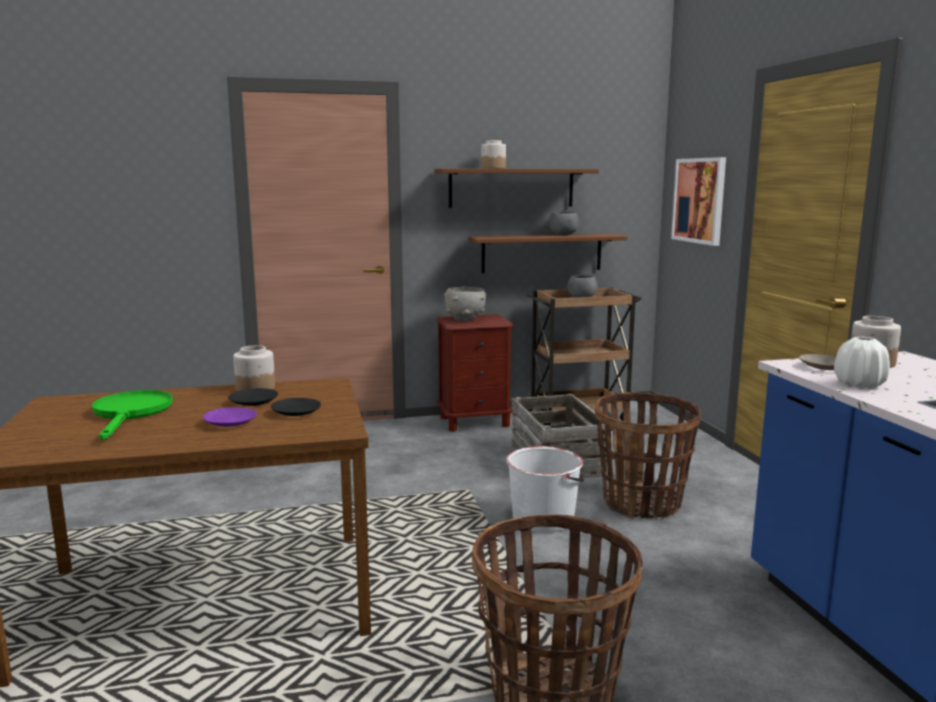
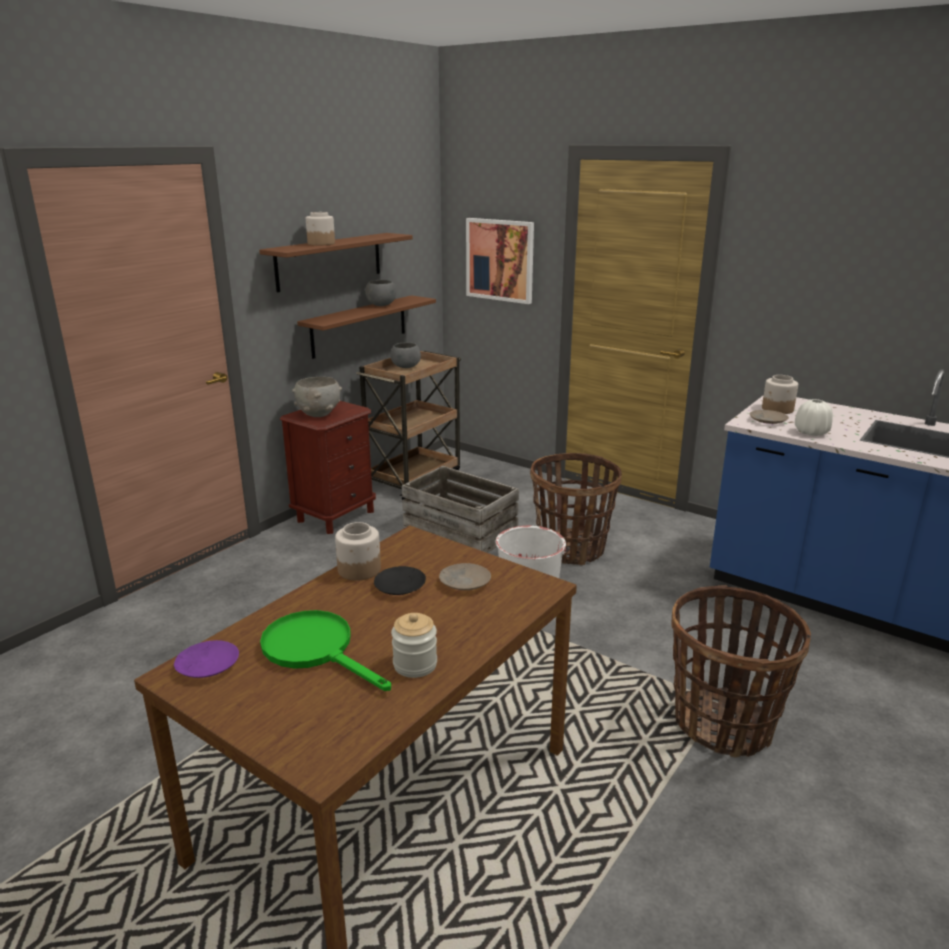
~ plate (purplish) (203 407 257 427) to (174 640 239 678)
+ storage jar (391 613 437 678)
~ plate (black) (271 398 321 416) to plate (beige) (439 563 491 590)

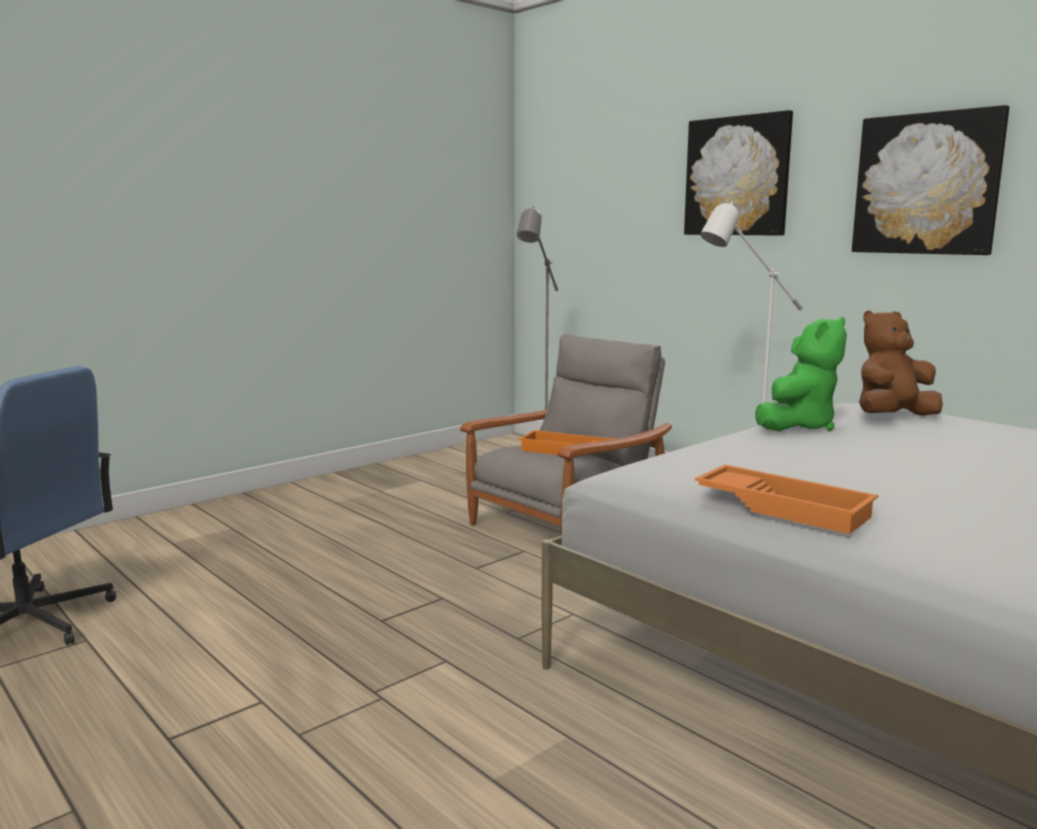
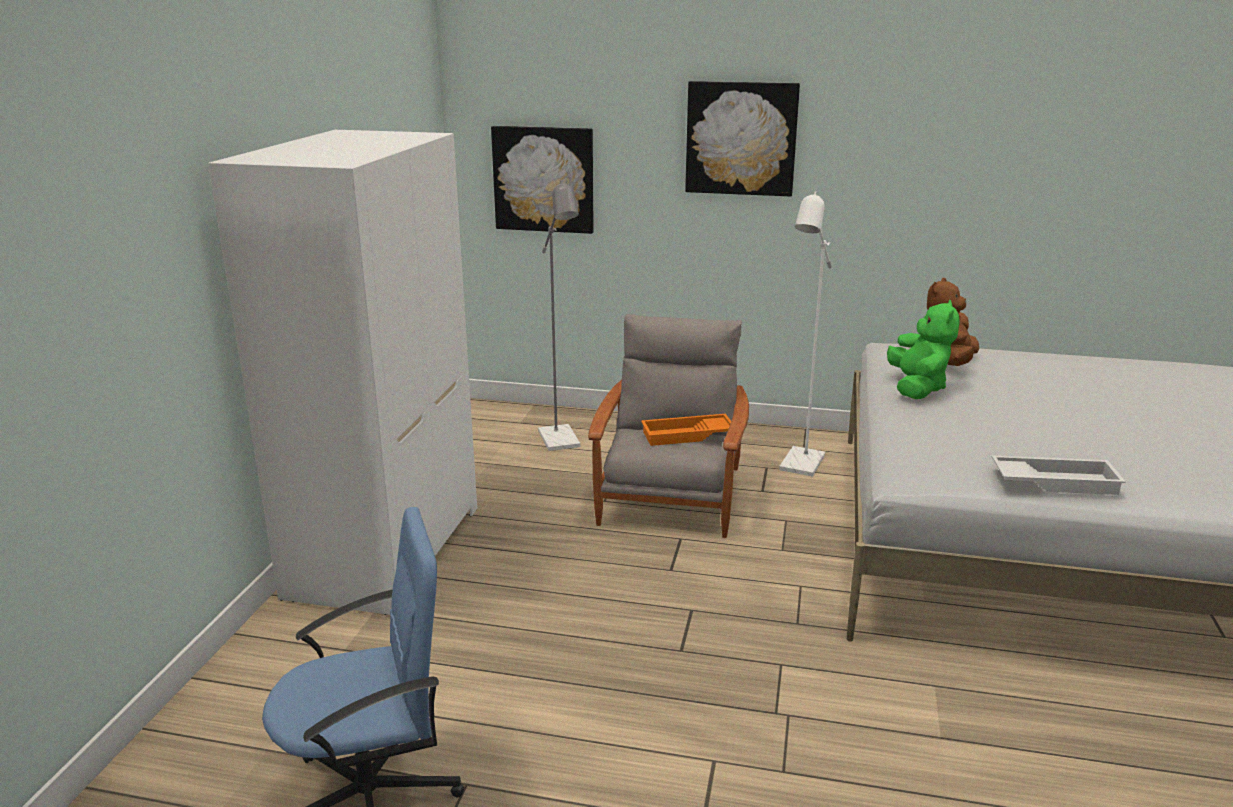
+ clothes cupboard (white-coloured) (208 130 477 615)
~ picture (852 105 1009 255) to (491 126 594 234)
~ serving tray (orange-coloured) (694 465 878 534) to serving tray (white-coloured) (992 456 1126 495)

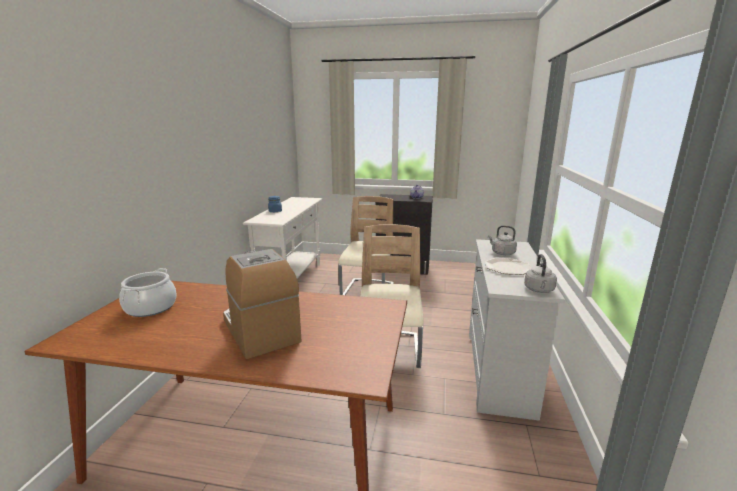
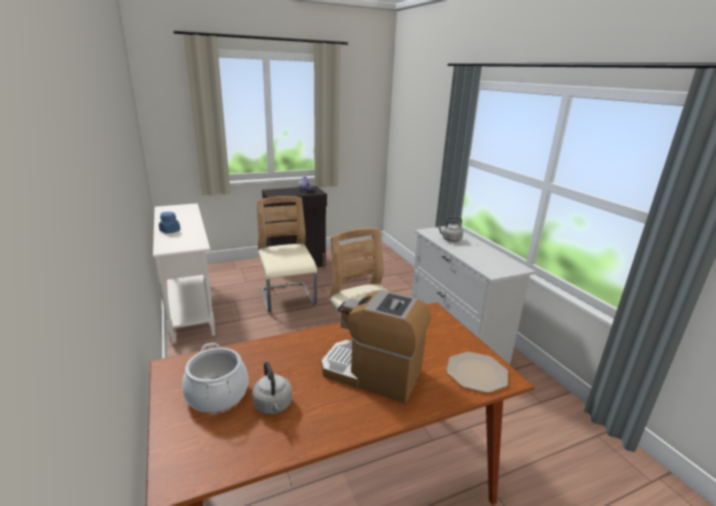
~ tea kettle (greyish) (524 254 557 293) to (252 361 292 414)
~ plate (485 258 531 275) to (447 352 508 393)

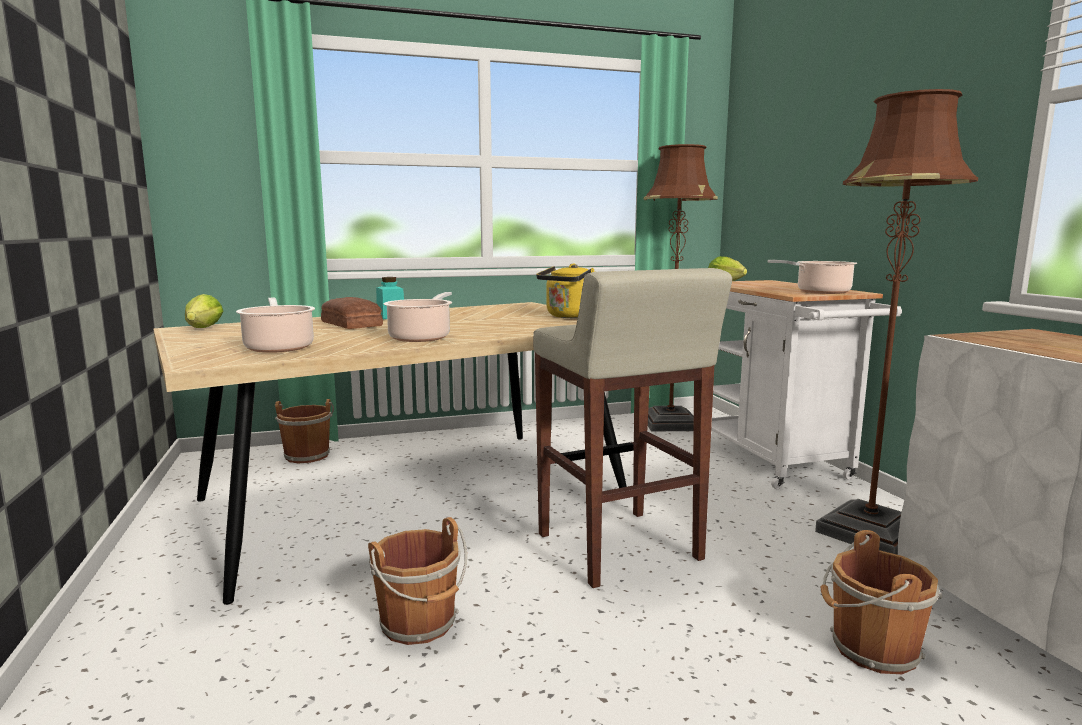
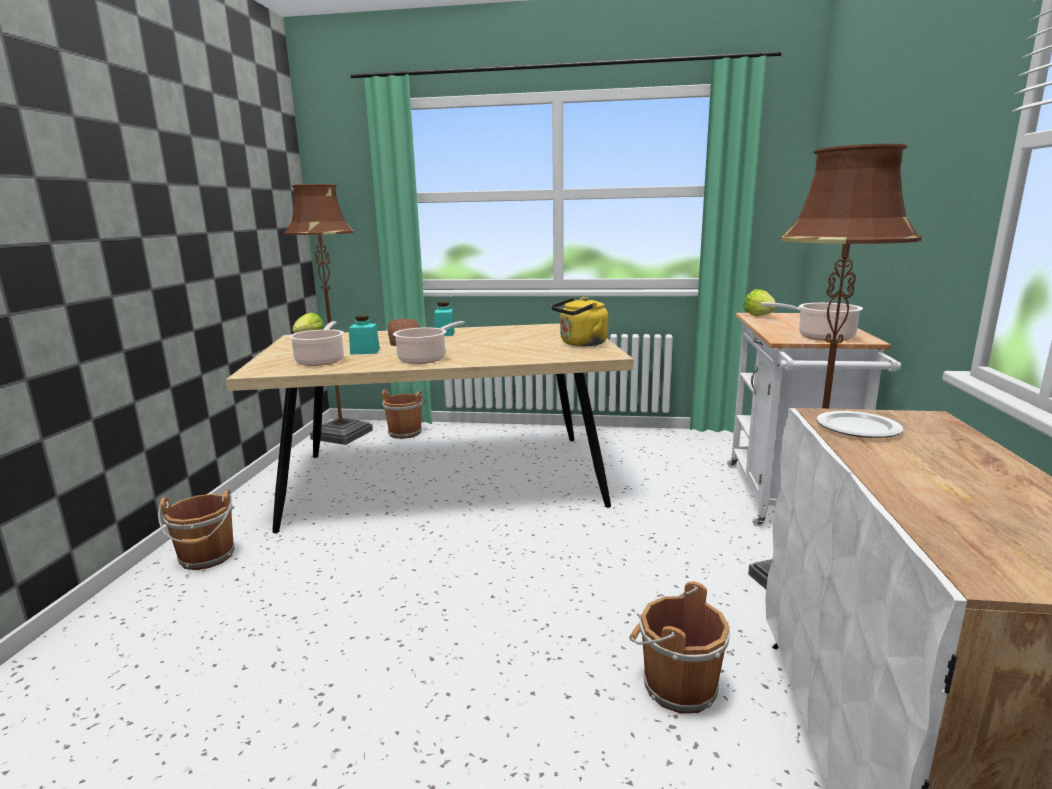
~ pail (brown-coloured) (368 517 467 645) to (158 489 235 570)
~ standing lamp (brown-coloured) (644 144 718 432) to (284 184 373 445)
+ storage jar (turquoise-coloured) (349 315 380 354)
+ plate (816 411 903 438)
- sitting stool (beige) (533 268 732 588)

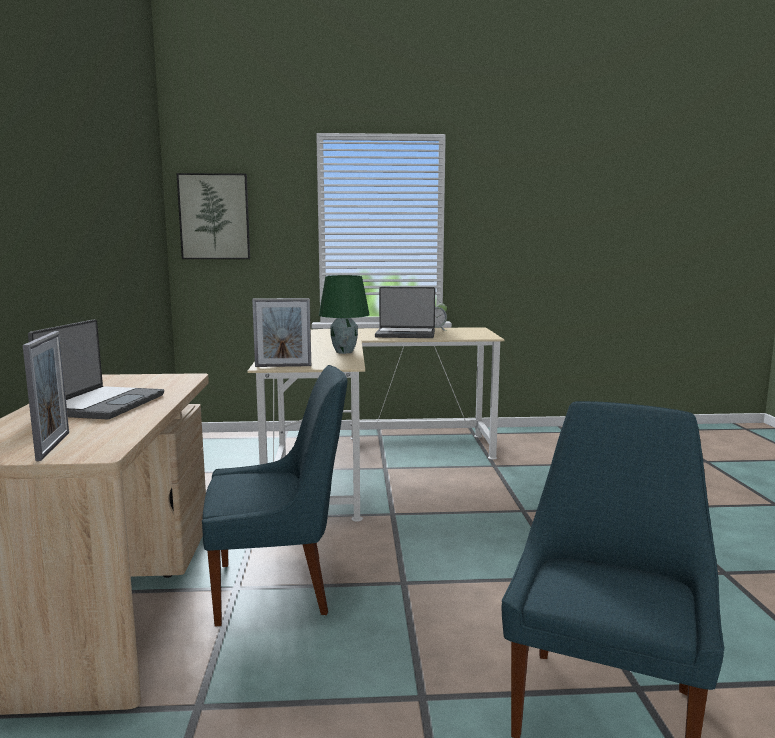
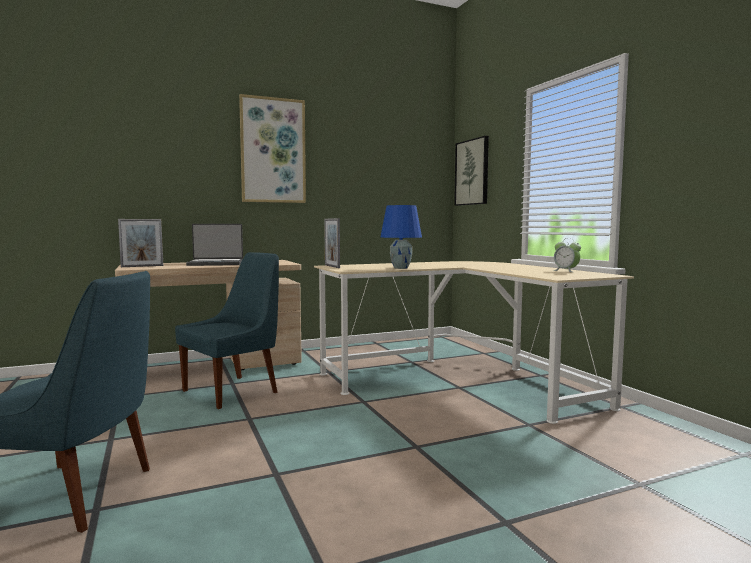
~ upright chair (blue-coloured) (202 365 347 627) = (175 252 279 409) 105 degrees counterclockwise
+ picture (239 94 306 203)
~ lamp for a table (green) (319 275 370 354) to lamp for a table (blue-coloured) (381 205 422 269)
- portable computer (375 287 435 338)

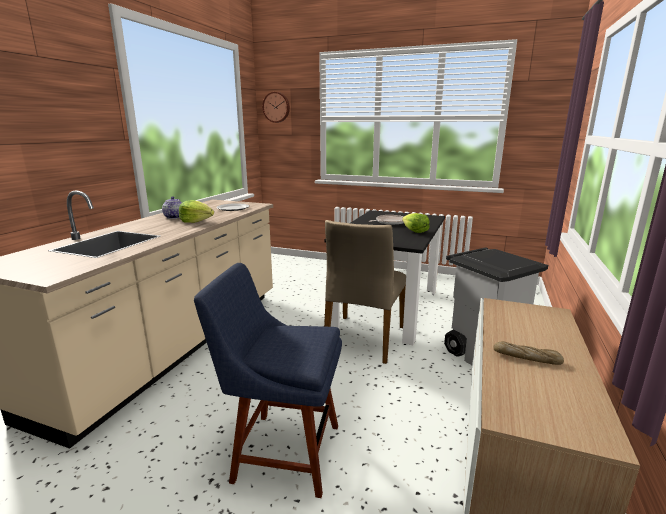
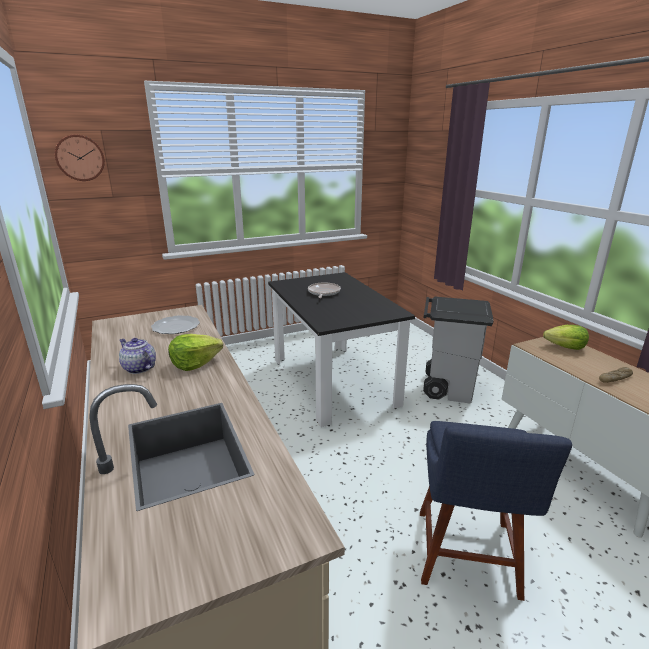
~ upright chair (blue-coloured) (194 263 342 498) = (420 421 572 601) 45 degrees counterclockwise
~ head of lettuce (402 213 430 233) to (543 325 589 350)
- upright chair (beige) (324 220 406 364)

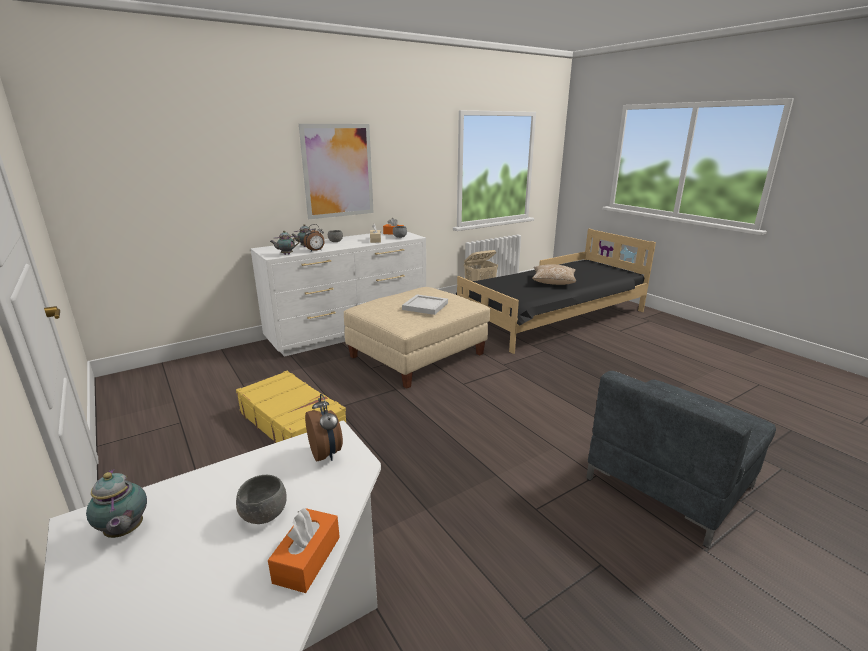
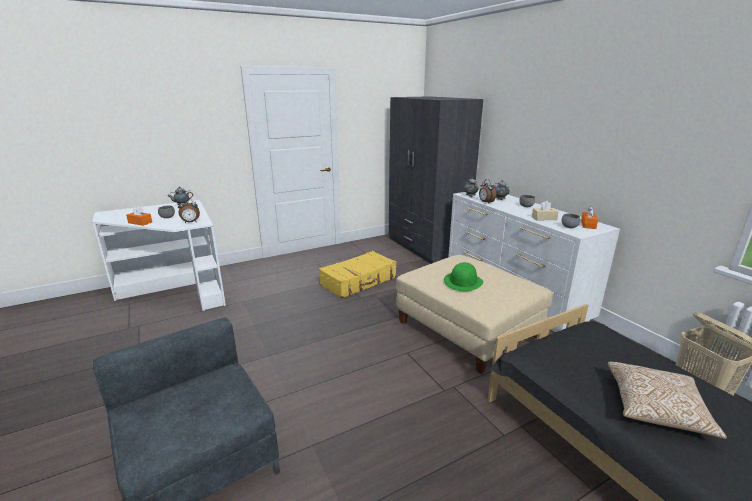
+ clothes cupboard (greyish) (389 96 483 264)
~ serving tray (white-coloured) (402 295 448 315) to wearable hat (green) (444 262 483 291)
- picture (299 124 374 219)

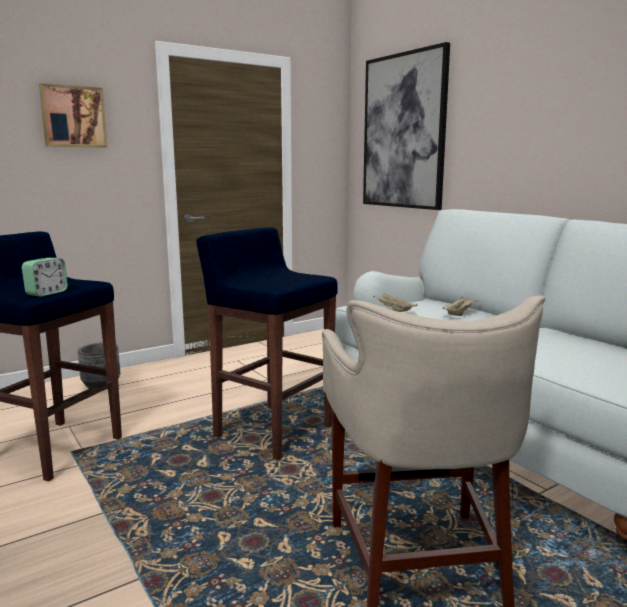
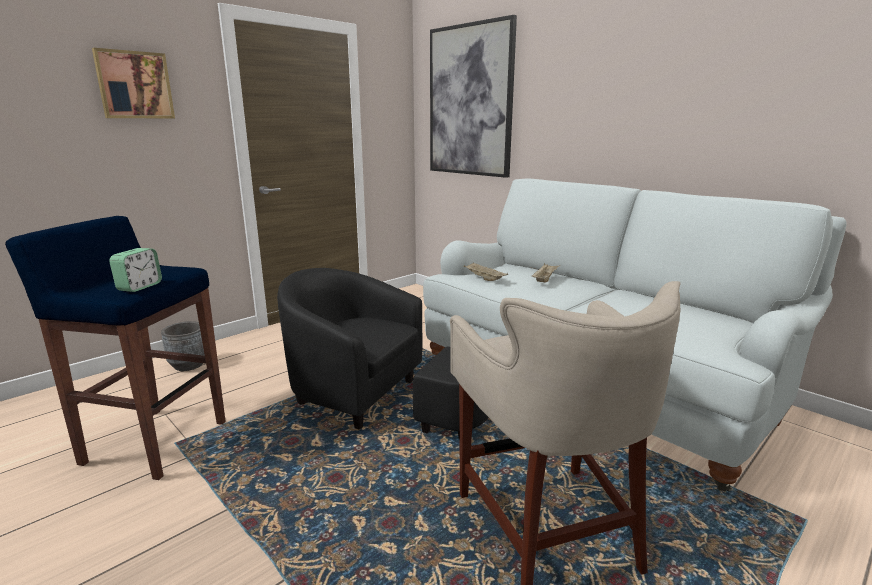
~ sitting stool (blue-coloured) (196 227 338 460) to lounge chair (black) (277 268 489 439)

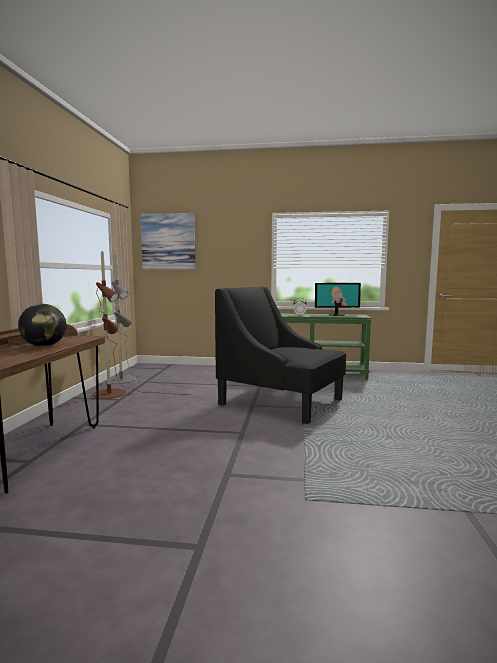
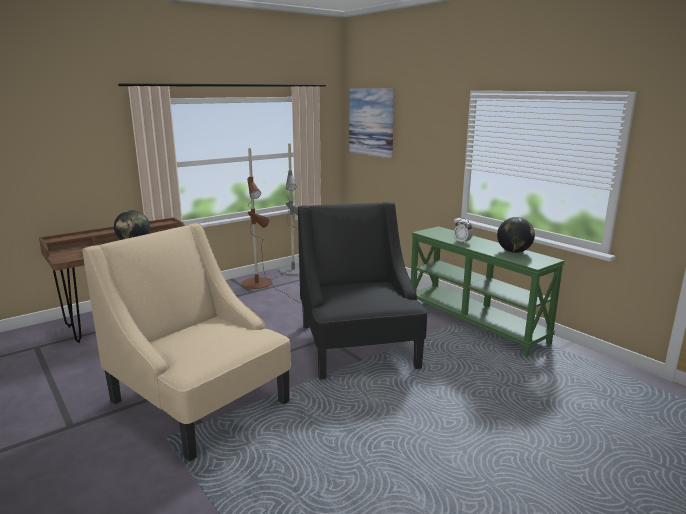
+ lounge chair (beige) (83 223 291 462)
~ computer display (315 283 361 316) to globe (497 217 535 253)

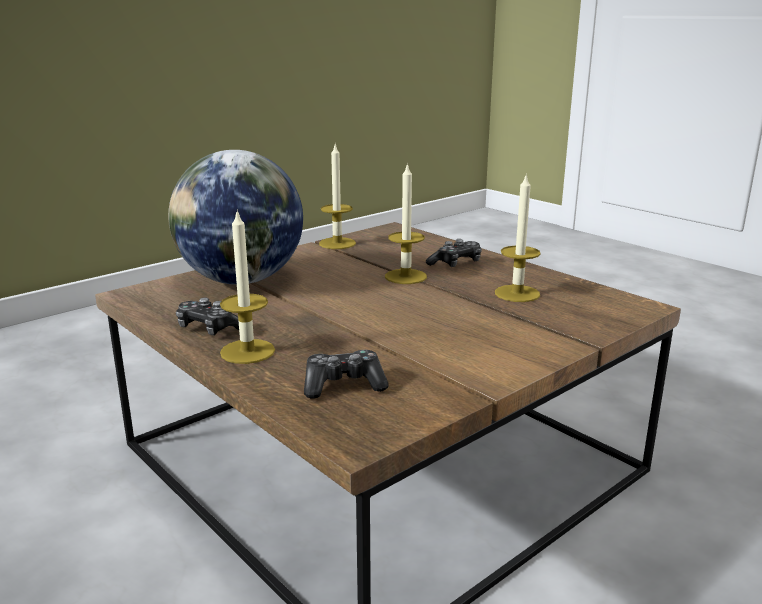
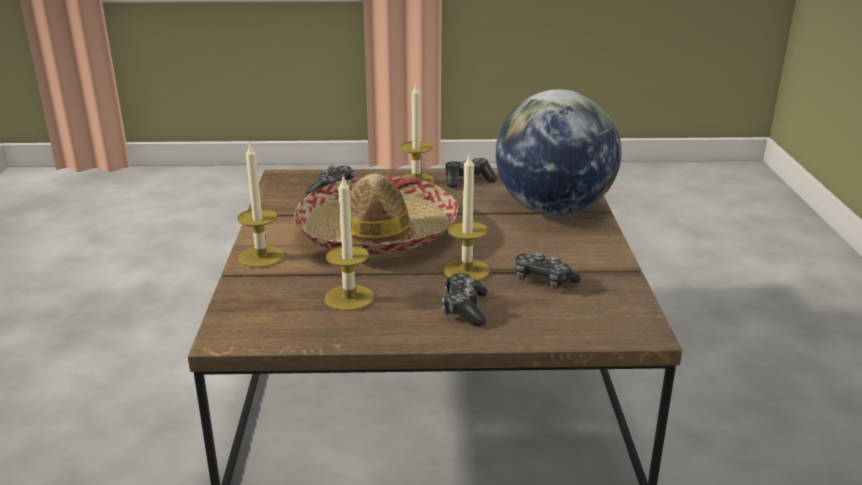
~ candle (319 145 356 249) to (238 142 284 268)
+ wearable hat (294 173 459 255)
+ game controller (515 251 581 289)

